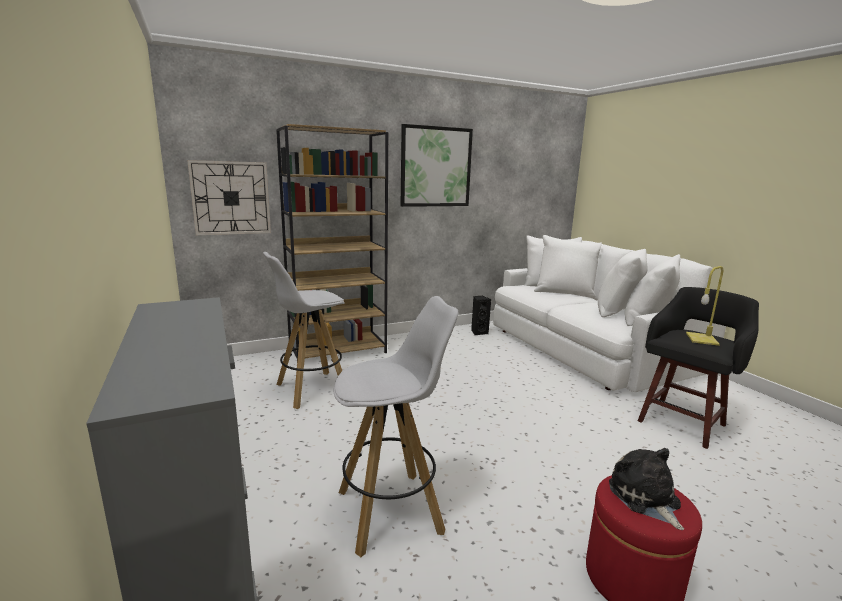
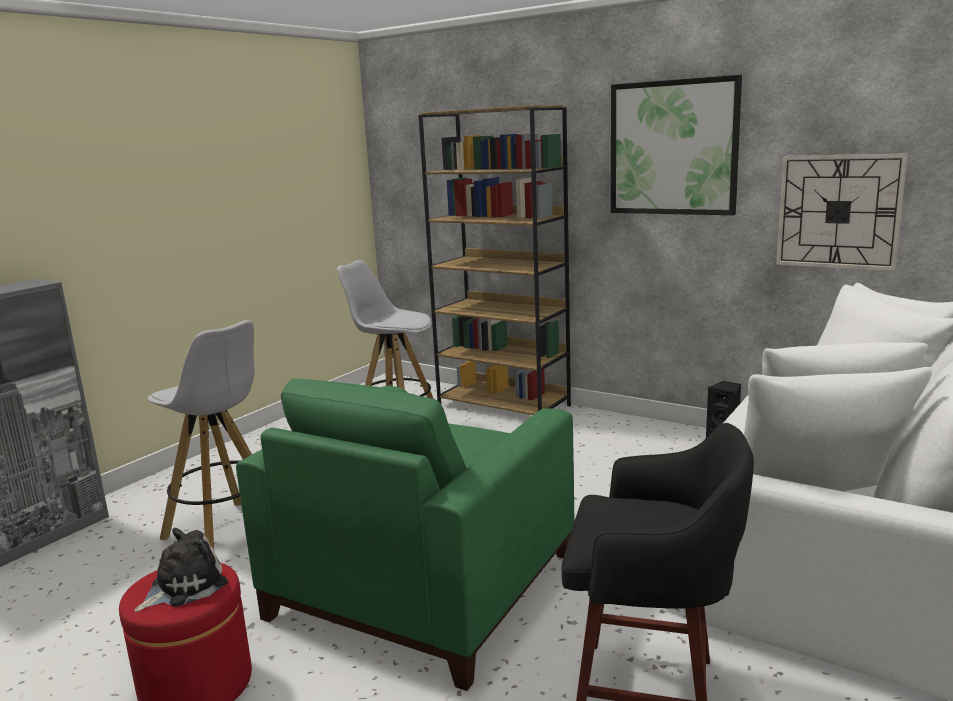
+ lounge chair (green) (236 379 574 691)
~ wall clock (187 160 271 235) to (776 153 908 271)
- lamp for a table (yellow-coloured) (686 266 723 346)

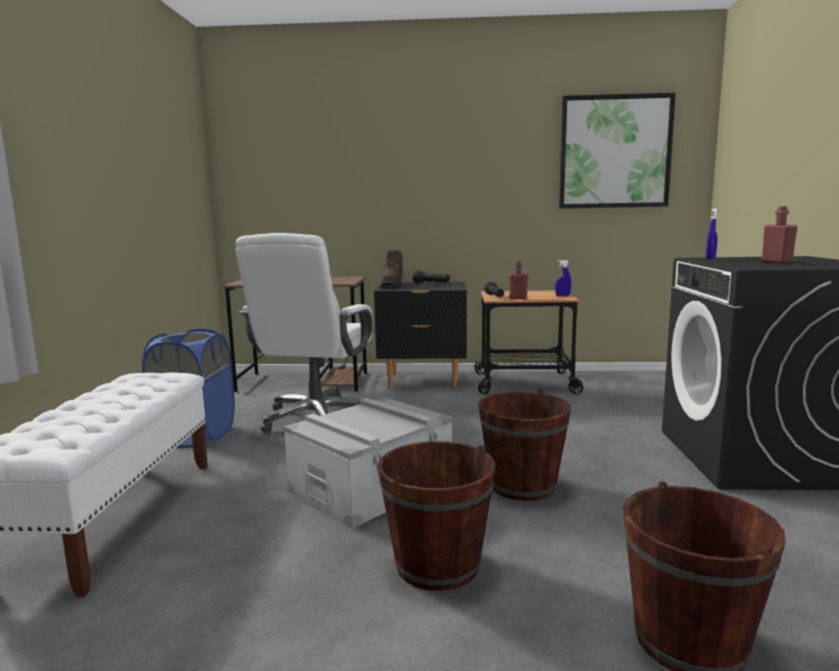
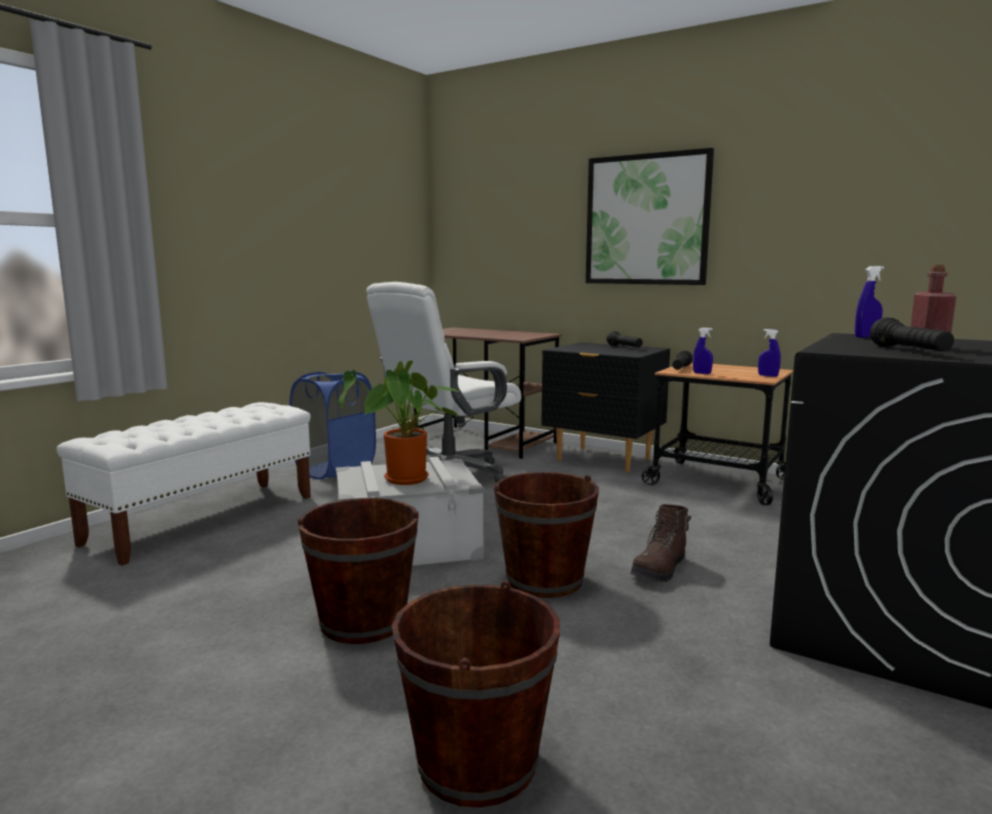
+ potted plant (339 361 459 485)
~ picture (559 93 676 208) to (586 148 714 285)
~ high-top boot (brown-coloured) (380 250 405 287) to (630 504 691 582)
~ drink bottle (red) (508 261 529 299) to hand sprayer (blue-coloured) (693 328 713 374)
+ hand torch (black) (870 317 954 351)

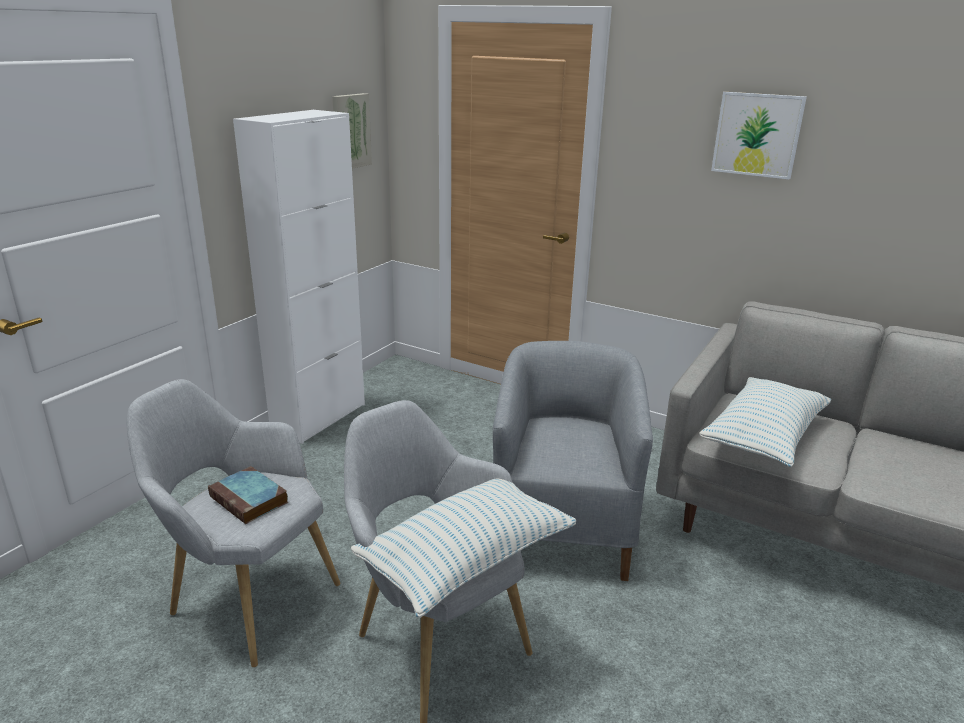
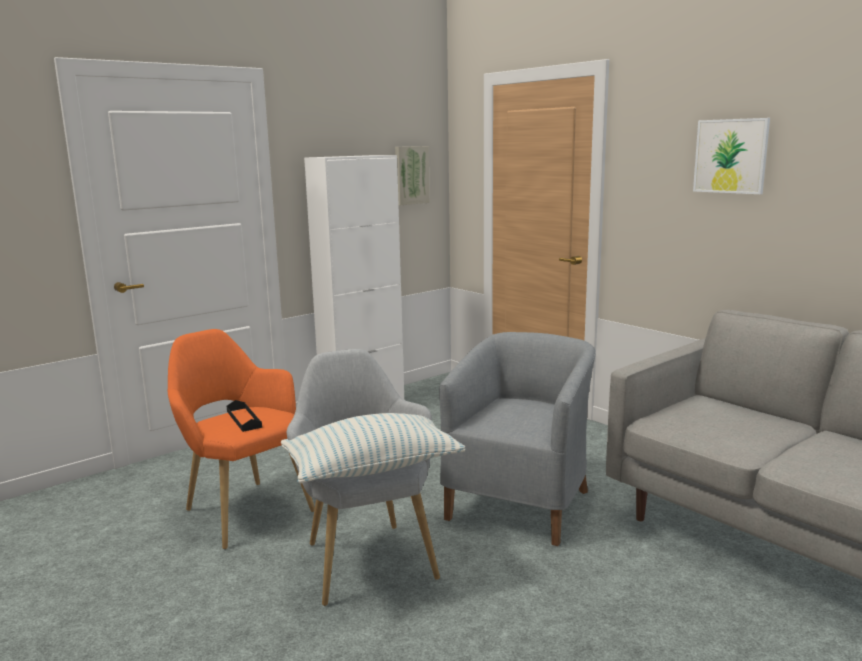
~ lounge chair (greyish) (127 379 340 667) to lounge chair (orange-coloured) (168 329 315 549)
~ bound book (208 466 288 524) to serving tray (black) (227 400 262 432)
- throw pillow (699 377 831 467)

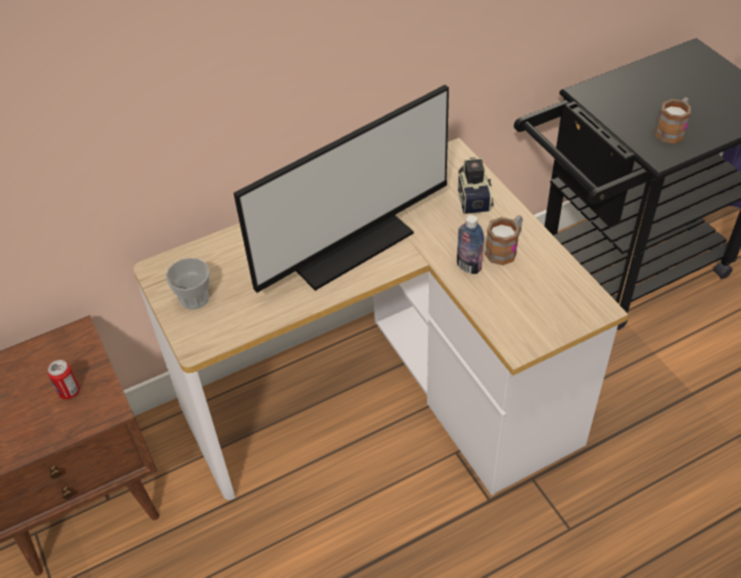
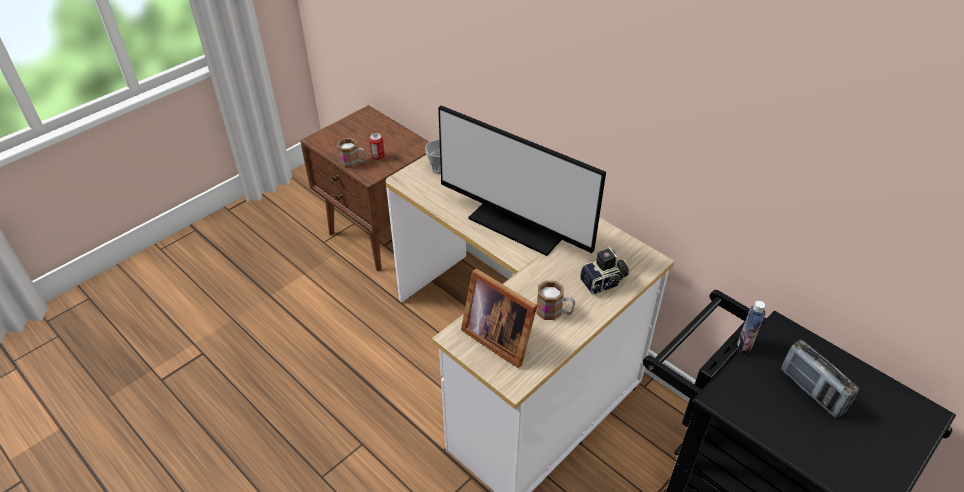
~ coffee mug (655 97 691 144) to (337 138 366 168)
+ picture frame (461 269 537 368)
~ drink bottle (457 215 484 274) to (738 301 765 353)
+ radio (781 340 859 418)

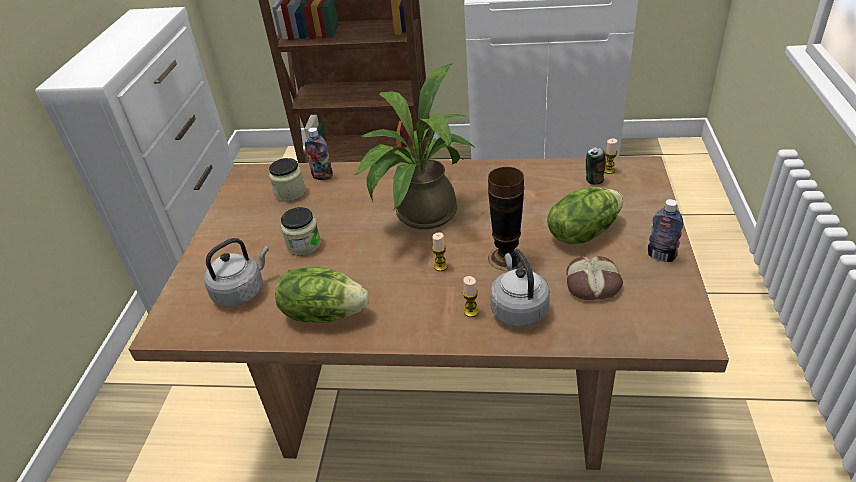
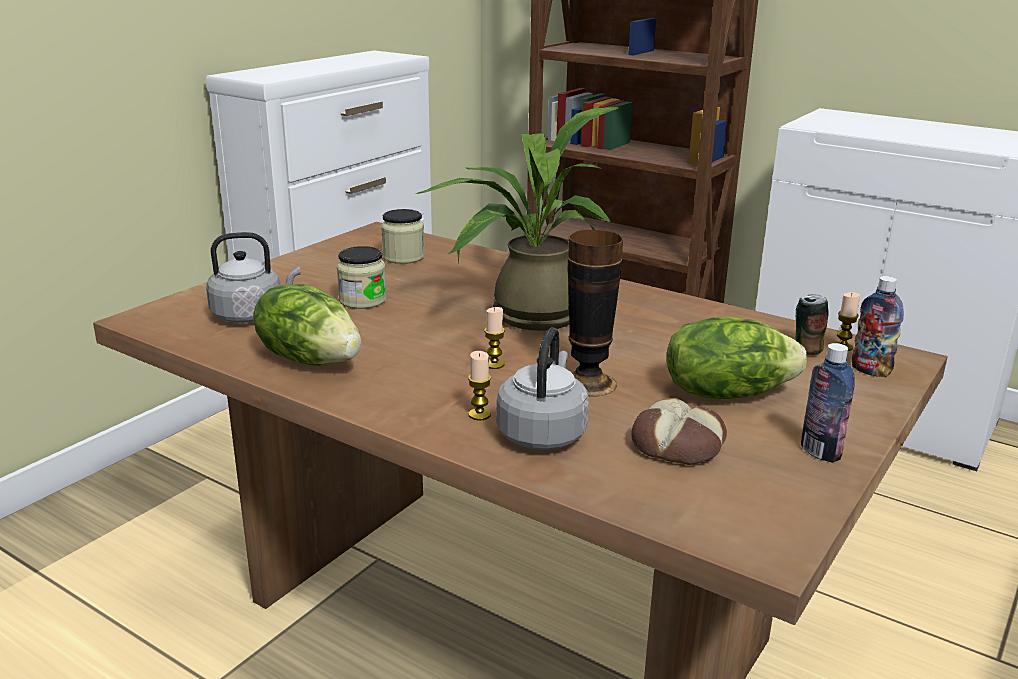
~ drink bottle (305 127 333 180) to (852 276 904 377)

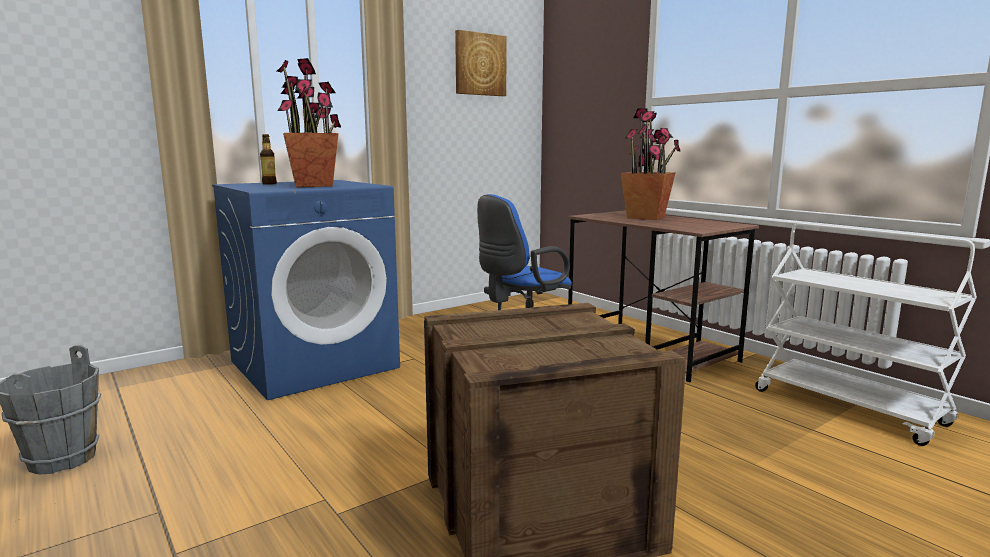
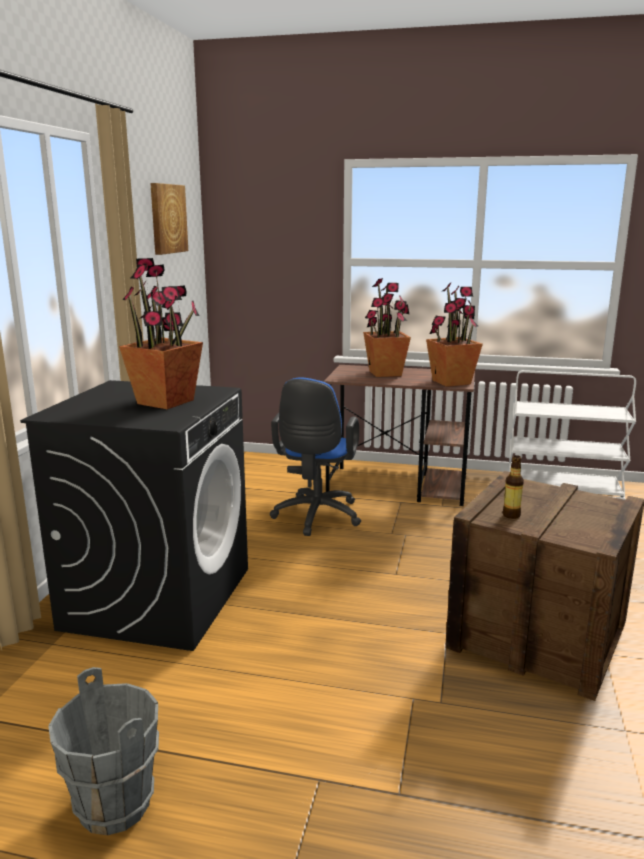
~ laundry machine (blue-coloured) (212 180 400 400) to laundry machine (black) (20 380 248 651)
+ potted plant (426 282 483 387)
~ drink bottle (260 134 277 185) to (503 455 524 519)

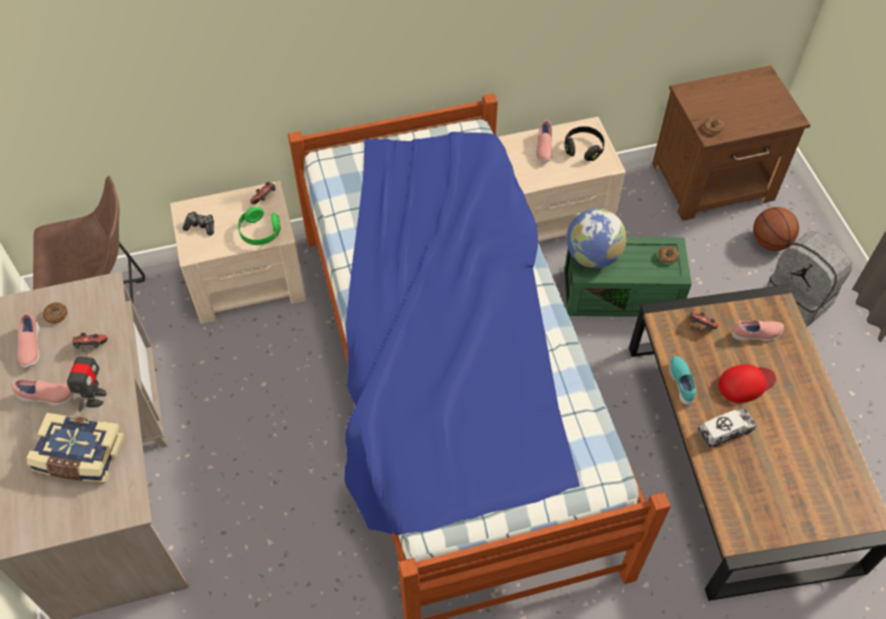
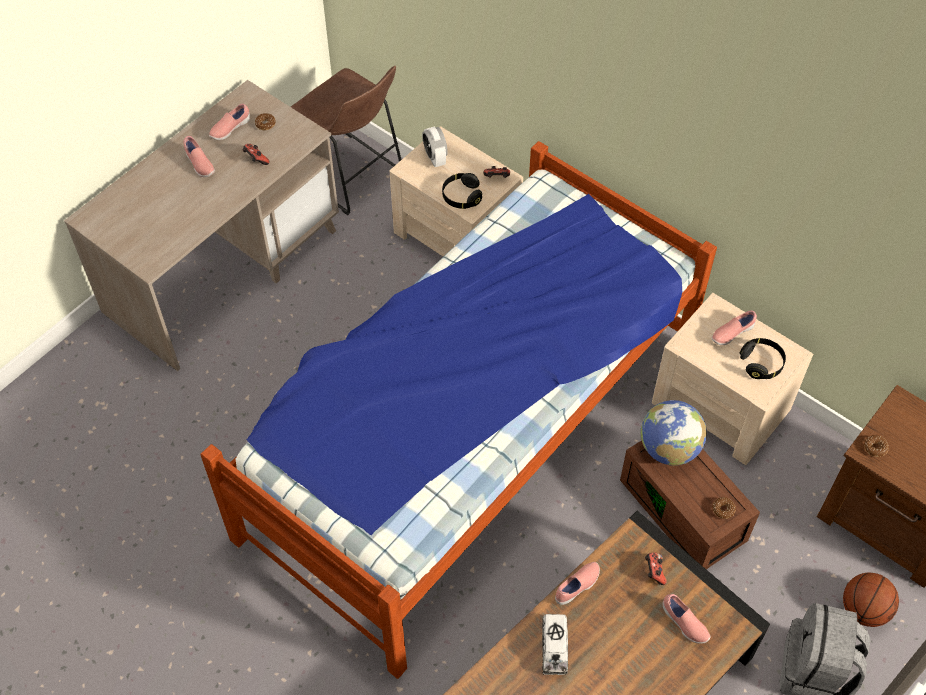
~ game controller (183 211 214 236) to bedside clock (422 126 448 167)
~ headphones (green) (238 207 281 245) to headphones (black) (442 173 482 209)
~ toy lorry (697 408 757 448) = (542 614 568 675) 60 degrees clockwise
~ shoe (turquoise-coloured) (669 356 696 405) to shoe (pinkish) (555 562 600 605)
~ storage bin (green) (564 237 692 317) to storage bin (brown-coloured) (620 440 760 569)
- bound book (27 413 125 482)
- robot figure (67 347 106 412)
- peaked cap (red) (719 364 776 403)

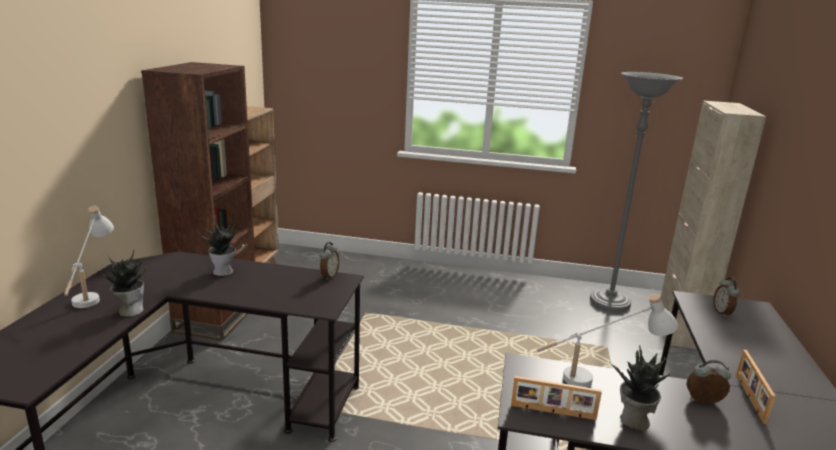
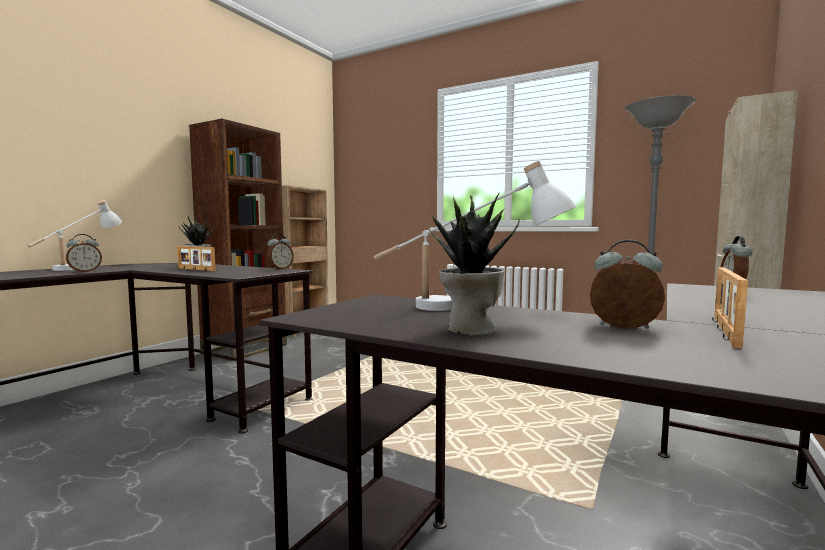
~ potted plant (98 249 146 317) to bedside clock (66 234 102 273)
~ picture frame (511 376 602 420) to (177 246 216 271)

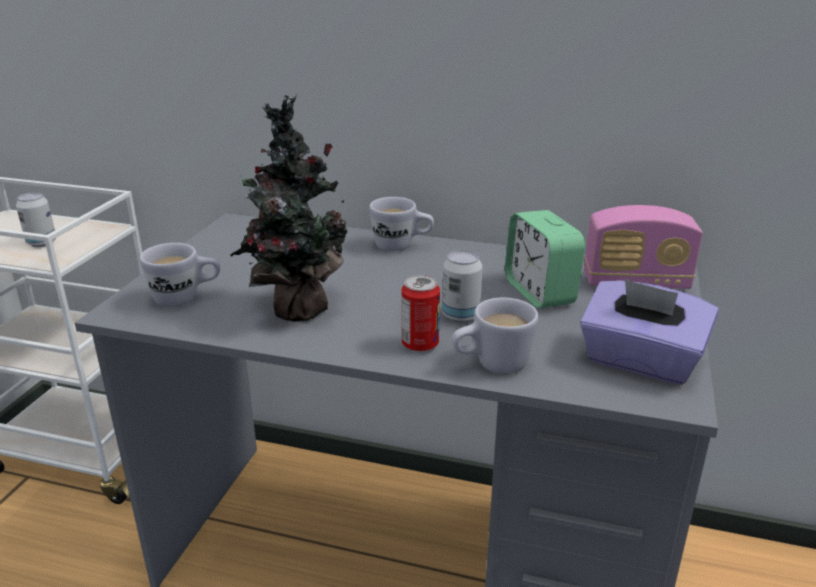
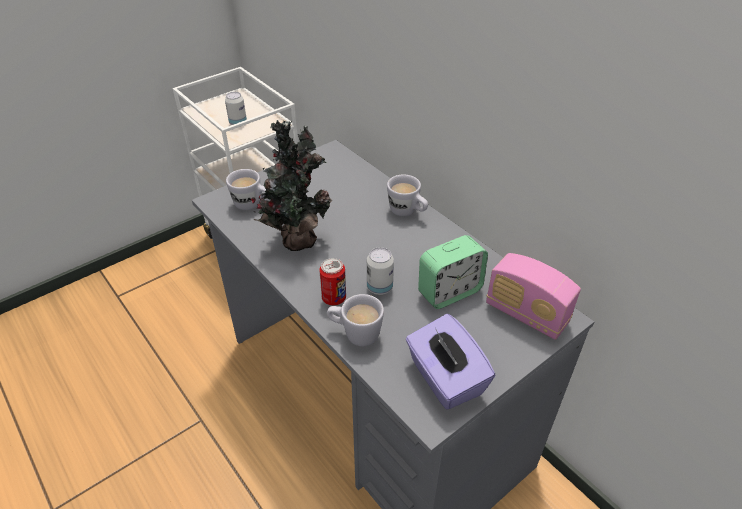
~ bedside clock (505 210 585 308) = (418 235 488 309) 135 degrees counterclockwise

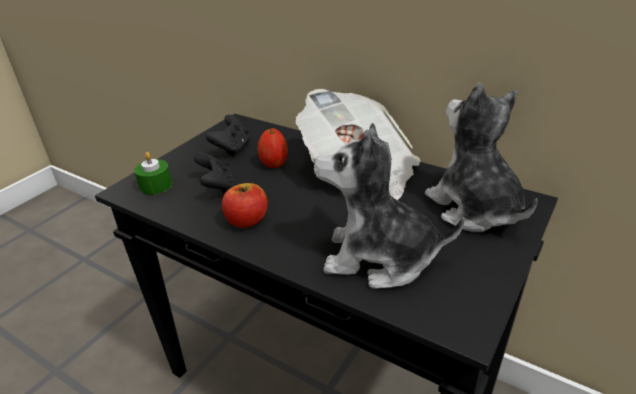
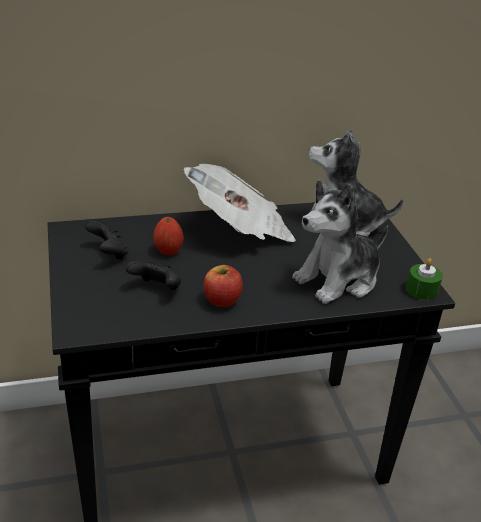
~ candle (green) (134 152 172 195) to (406 258 443 300)

